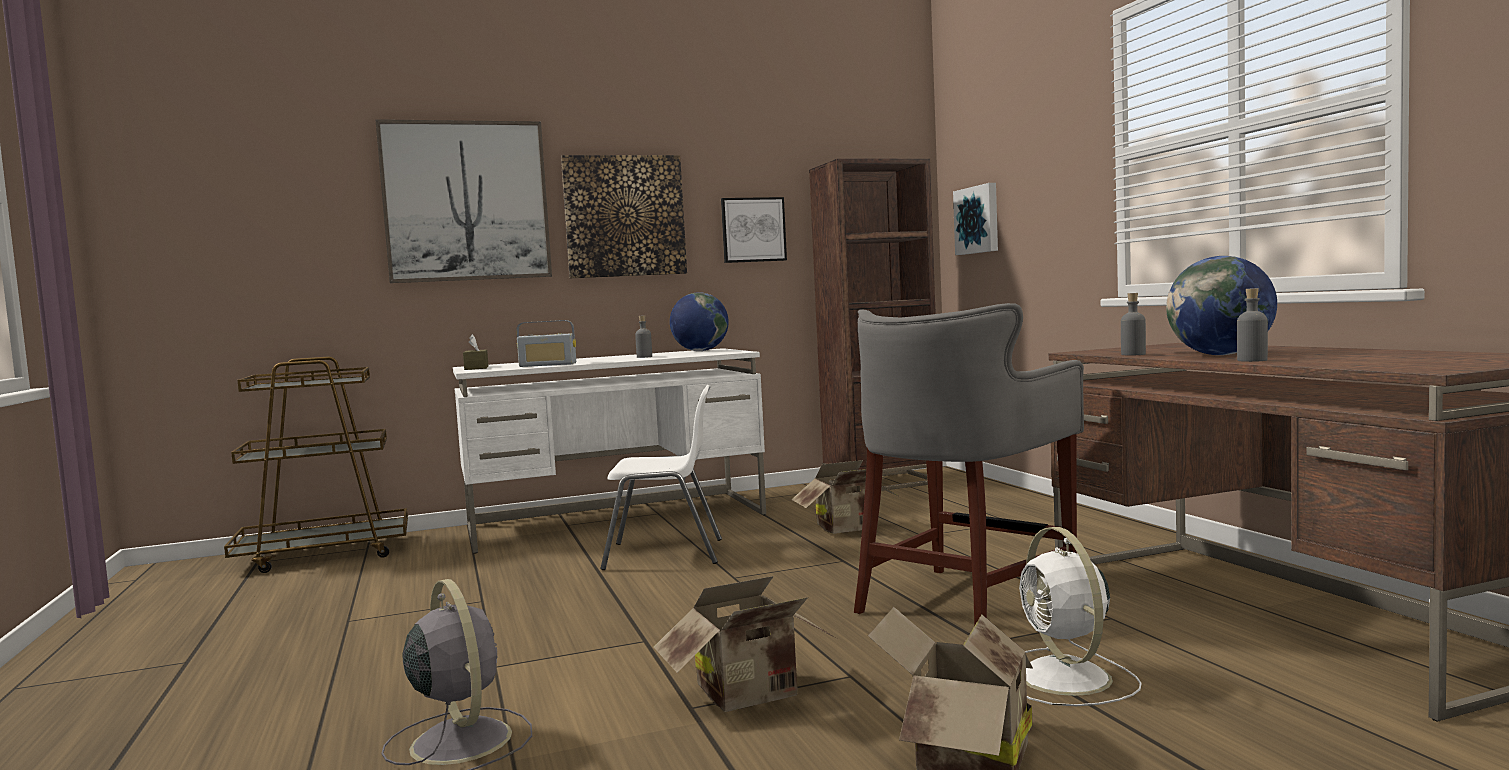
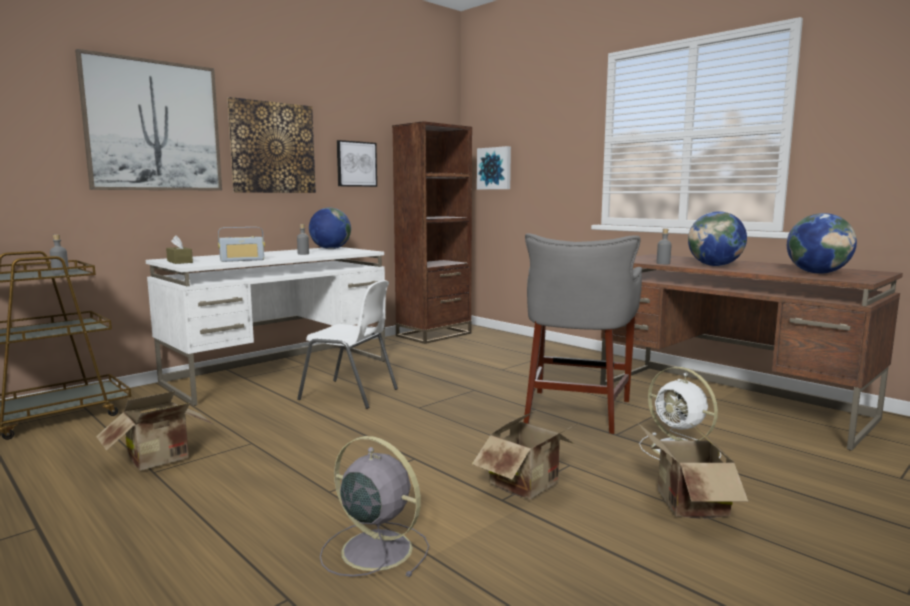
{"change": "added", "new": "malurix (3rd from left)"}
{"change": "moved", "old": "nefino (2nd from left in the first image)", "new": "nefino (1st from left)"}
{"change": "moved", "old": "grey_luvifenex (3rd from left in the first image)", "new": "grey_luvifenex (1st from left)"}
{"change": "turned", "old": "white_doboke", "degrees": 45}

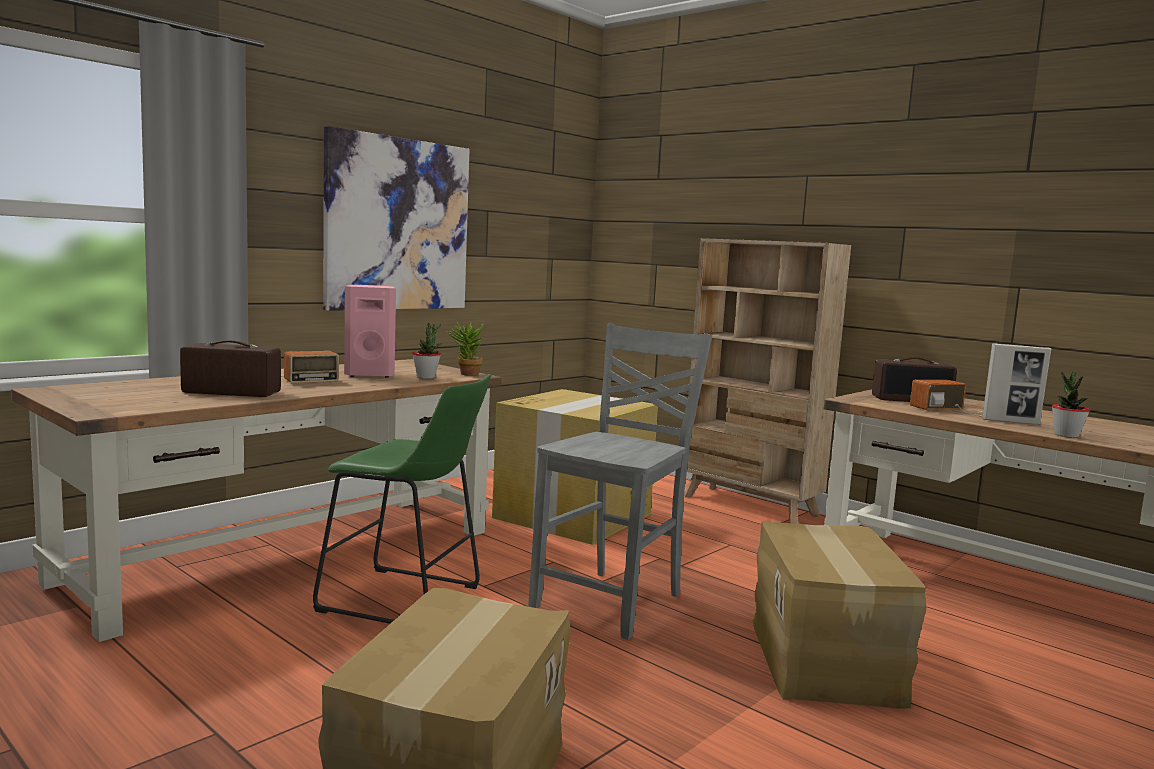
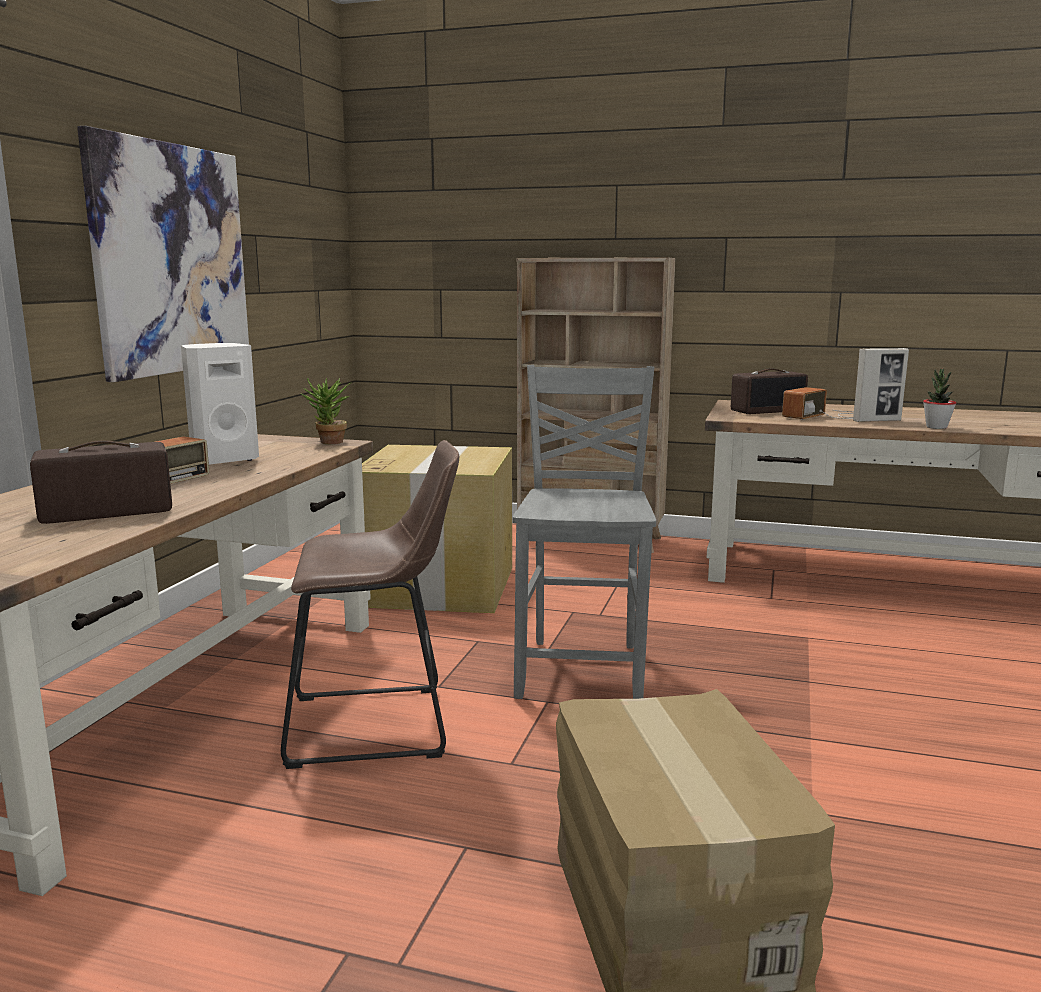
{"change": "removed", "old": "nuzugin (1st from left)"}
{"change": "removed", "old": "nefino (3rd from left)"}
{"change": "recoloured", "old": "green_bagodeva", "new": "brown_bagodeva"}
{"change": "recoloured", "old": "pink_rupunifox", "new": "white_rupunifox"}

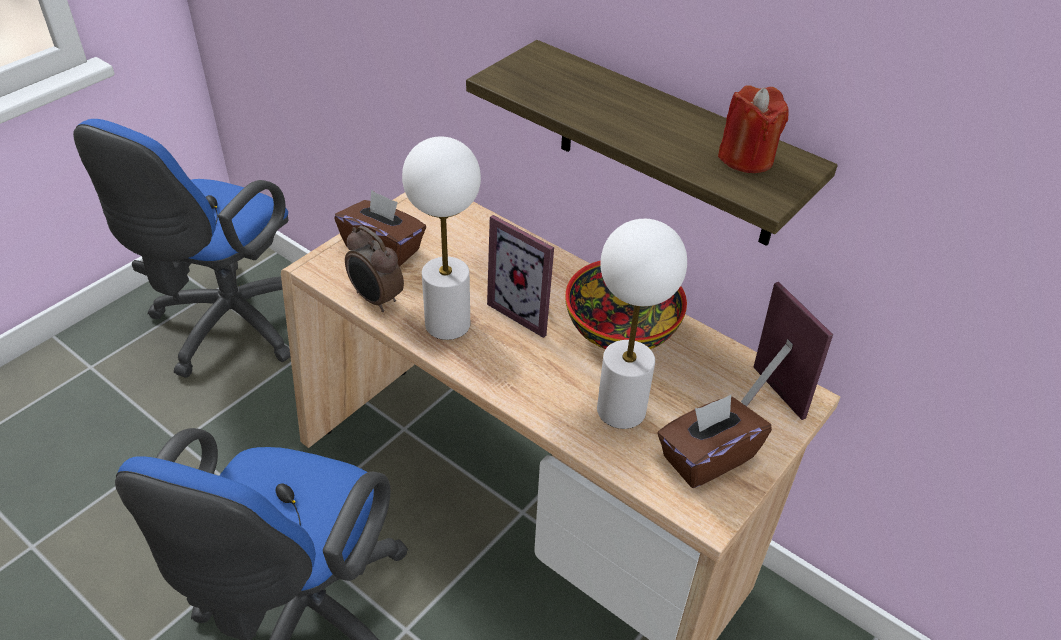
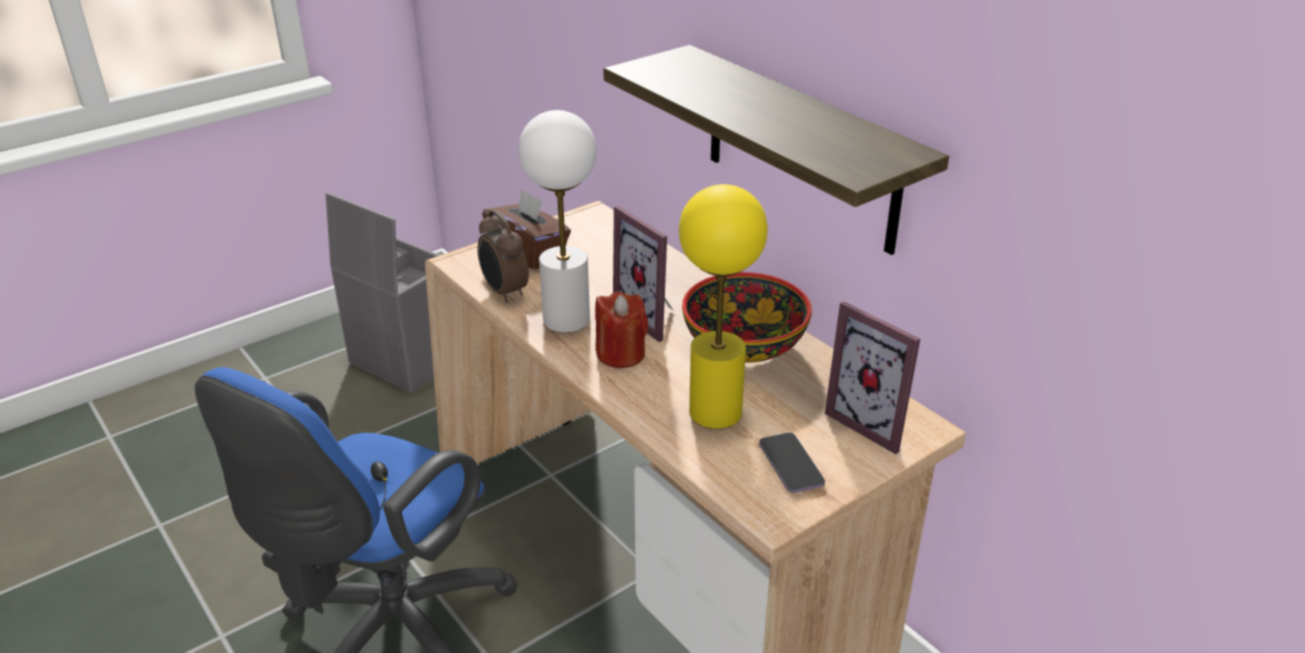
{"change": "moved", "old": "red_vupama"}
{"change": "replaced", "old": "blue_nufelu (1st from left)", "new": "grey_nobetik"}
{"change": "replaced", "old": "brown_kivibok (2nd from left)", "new": "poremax"}
{"change": "recoloured", "old": "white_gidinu (2nd from left)", "new": "yellow_gidinu"}
{"change": "turned", "old": "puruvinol (2nd from left)", "degrees": 150}

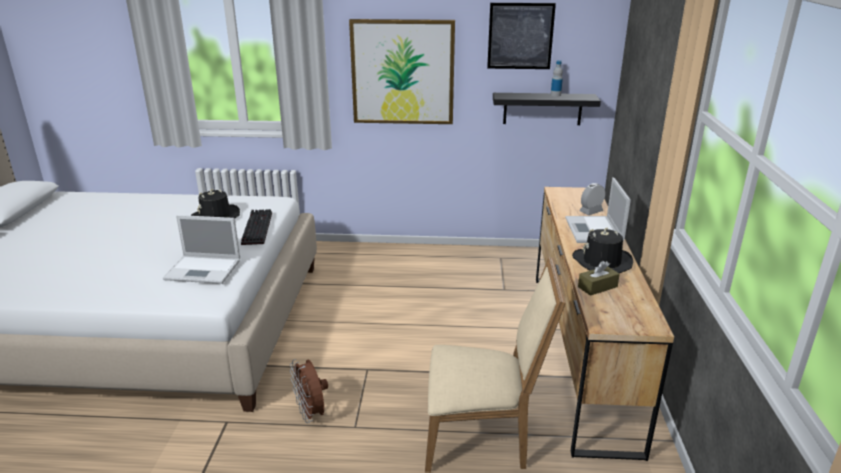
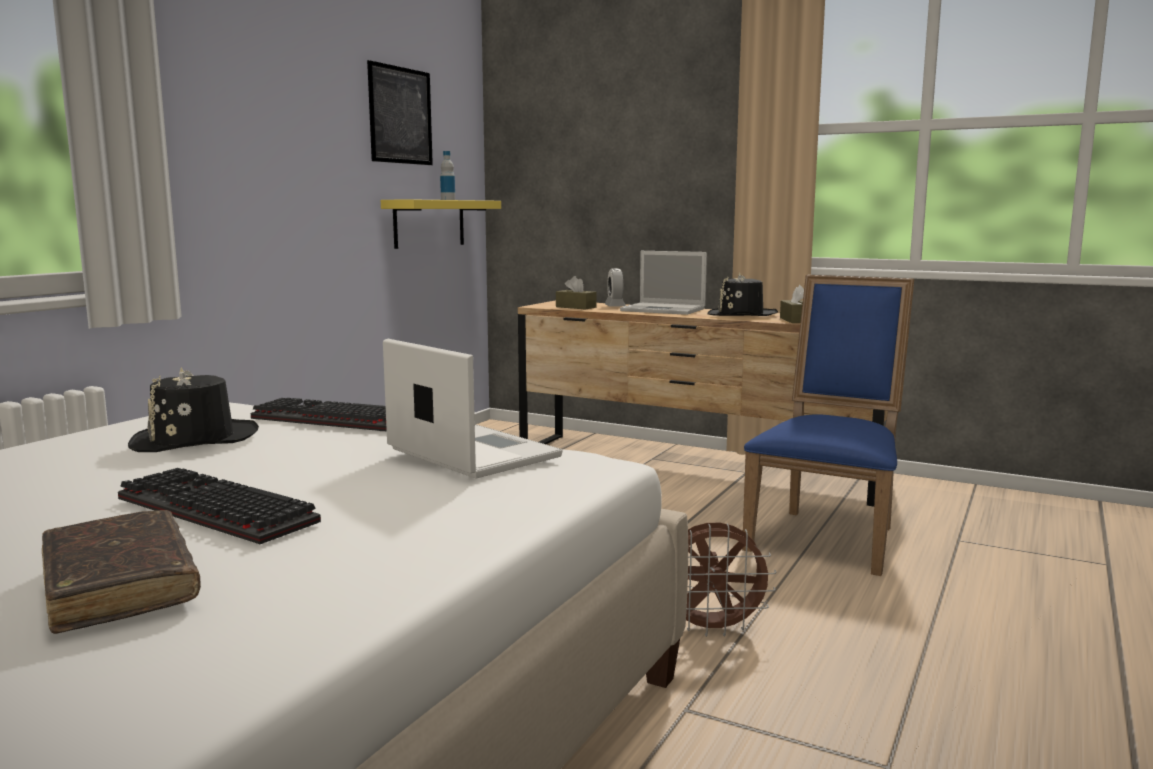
{"change": "removed", "old": "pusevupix (1st from left)"}
{"change": "added", "new": "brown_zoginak"}
{"change": "added", "new": "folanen (1st from left)"}
{"change": "added", "new": "brown_kivibok (1st from left)"}
{"change": "recoloured", "old": "beige_doboke", "new": "blue_doboke"}
{"change": "recoloured", "old": "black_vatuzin", "new": "yellow_vatuzin"}
{"change": "turned", "old": "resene (1st from left)", "degrees": -75}

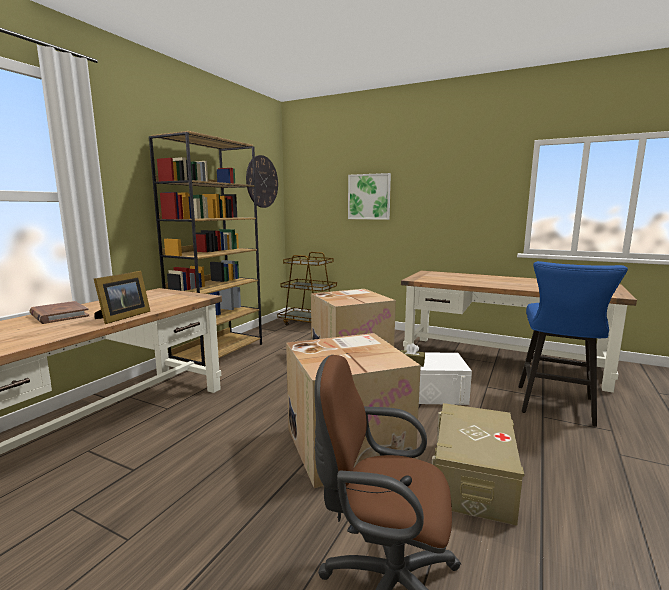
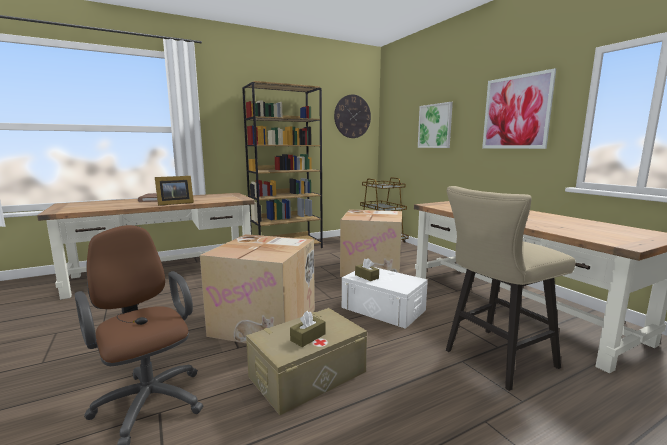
{"change": "added", "new": "brown_kivibok (1st from left)"}
{"change": "added", "new": "pusevupix (2nd from left)"}
{"change": "recoloured", "old": "blue_bagodeva", "new": "beige_bagodeva"}

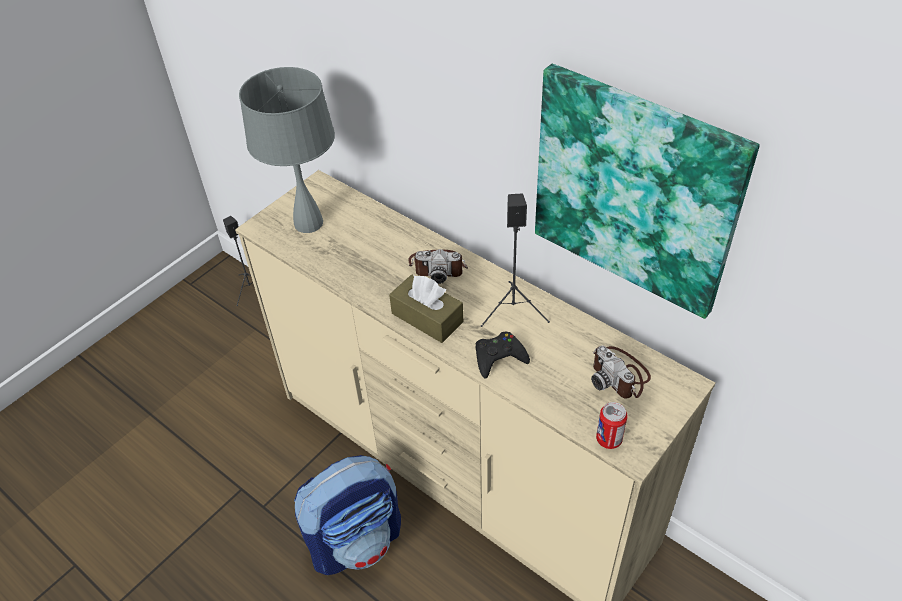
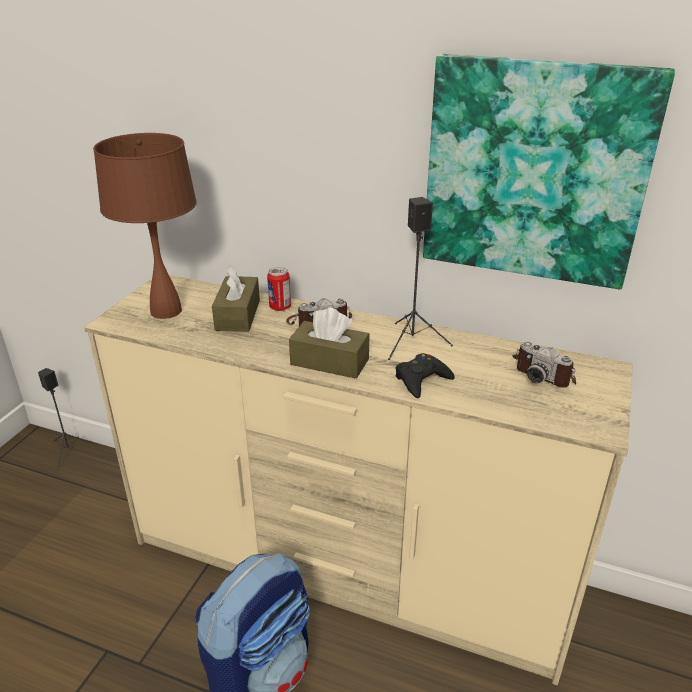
{"change": "added", "new": "brown_kivibok (1st from left)"}
{"change": "moved", "old": "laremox"}
{"change": "recoloured", "old": "grey_gidinu", "new": "brown_gidinu"}

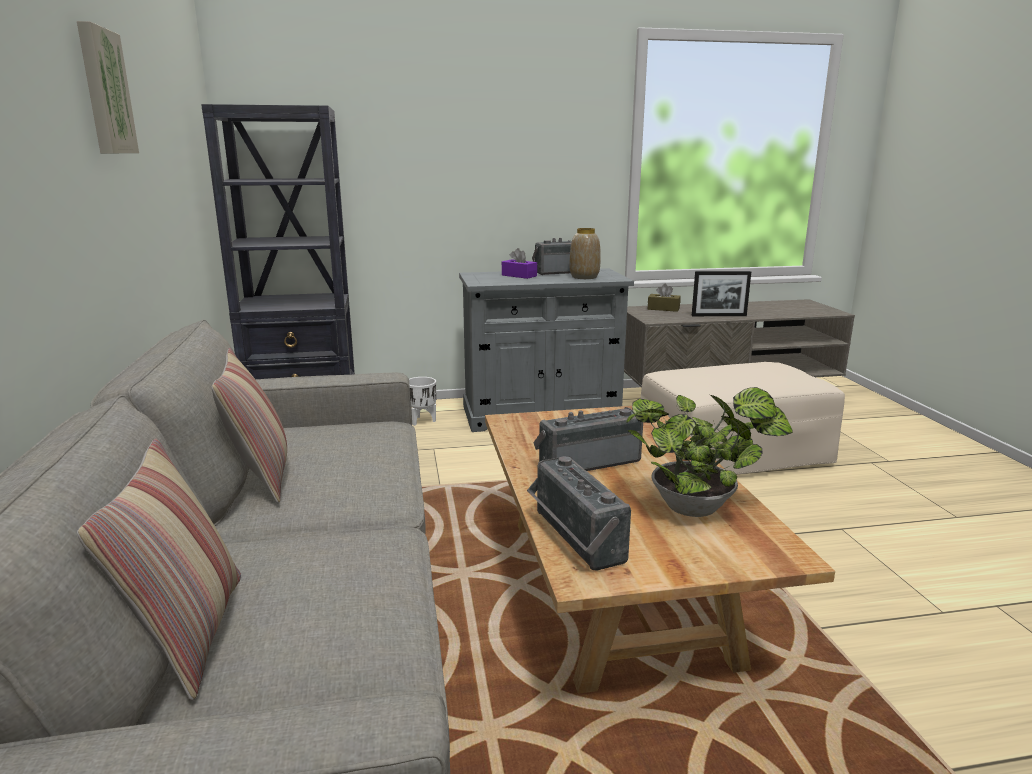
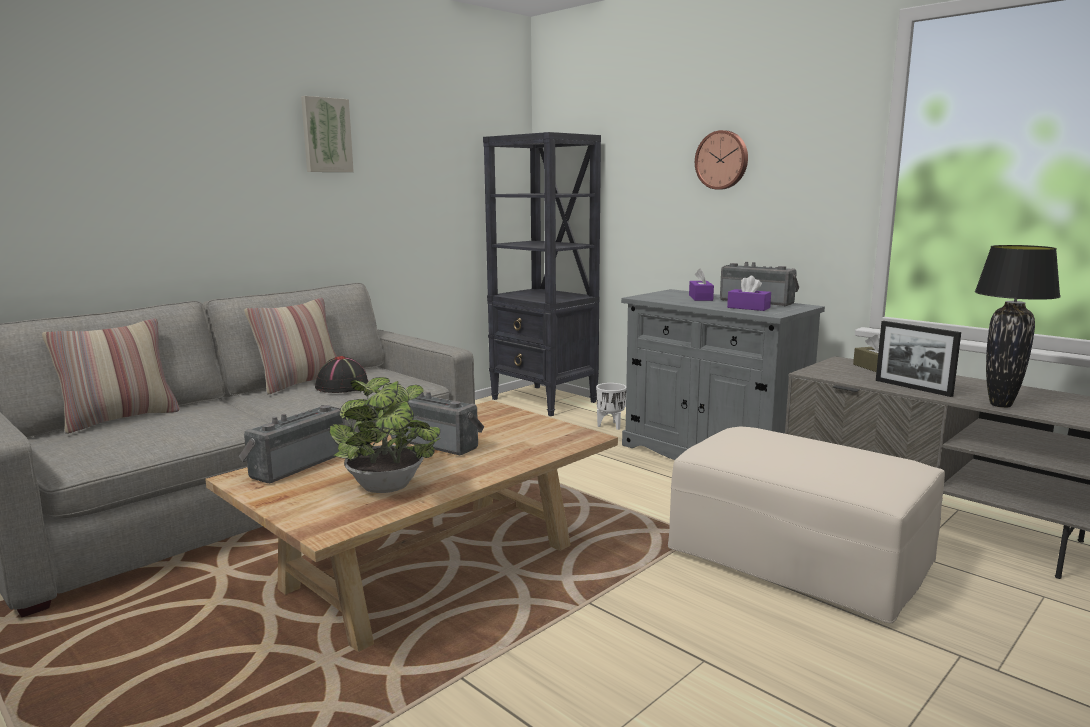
{"change": "added", "new": "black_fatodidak"}
{"change": "added", "new": "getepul"}
{"change": "added", "new": "black_gidinu"}
{"change": "replaced", "old": "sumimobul", "new": "purple_kivibok (2nd from left)"}

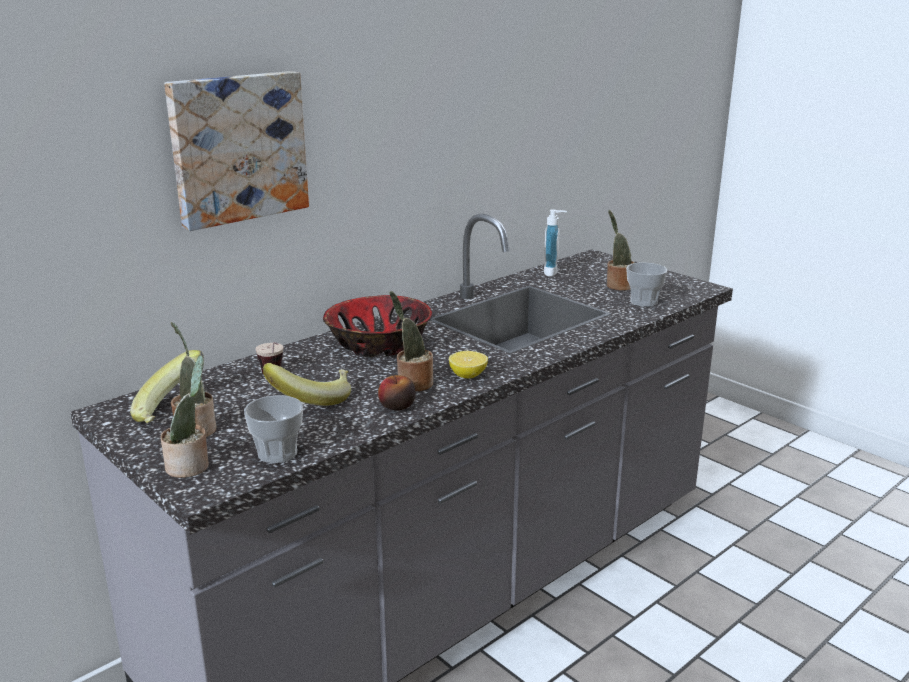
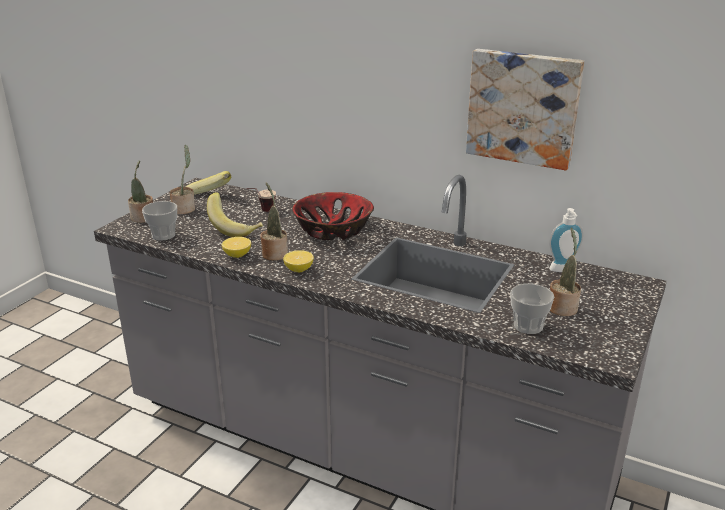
{"change": "moved", "old": "pusevupix"}
{"change": "replaced", "old": "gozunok", "new": "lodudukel (1st from left)"}

